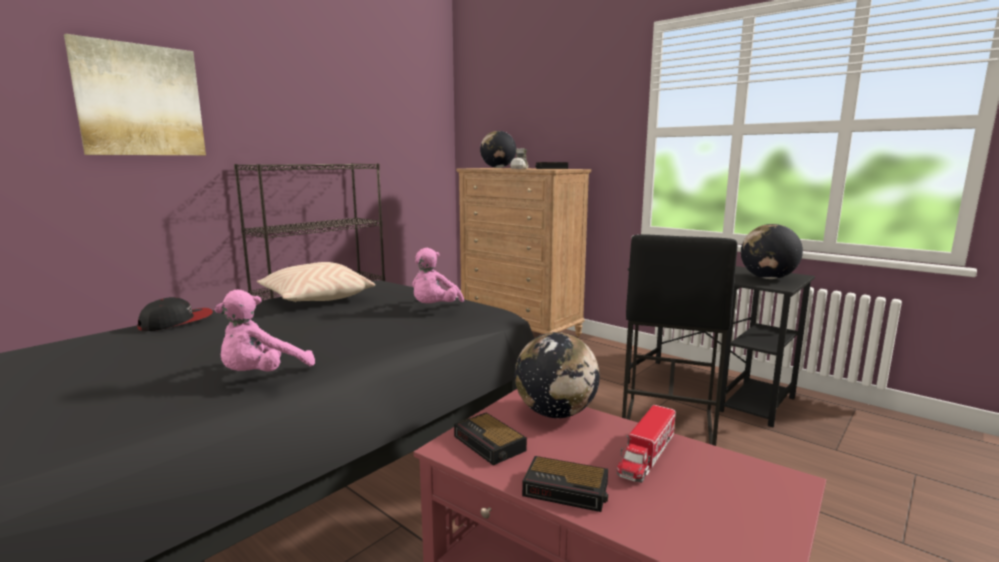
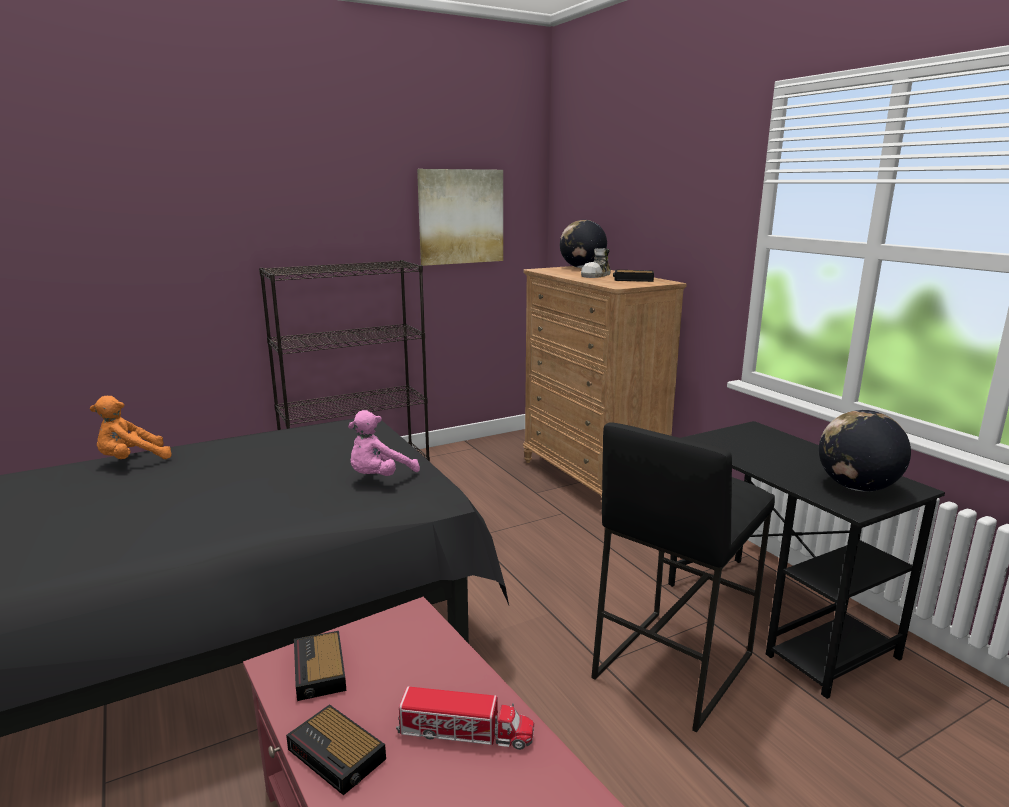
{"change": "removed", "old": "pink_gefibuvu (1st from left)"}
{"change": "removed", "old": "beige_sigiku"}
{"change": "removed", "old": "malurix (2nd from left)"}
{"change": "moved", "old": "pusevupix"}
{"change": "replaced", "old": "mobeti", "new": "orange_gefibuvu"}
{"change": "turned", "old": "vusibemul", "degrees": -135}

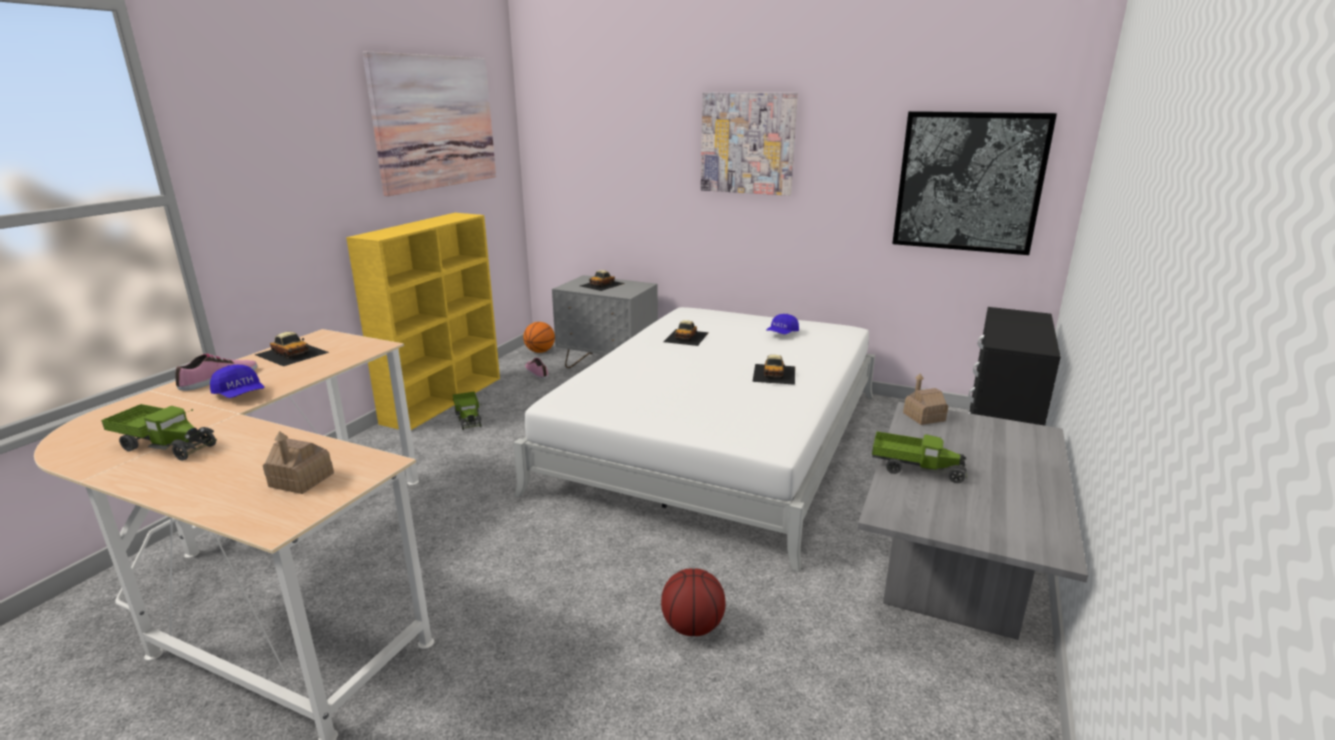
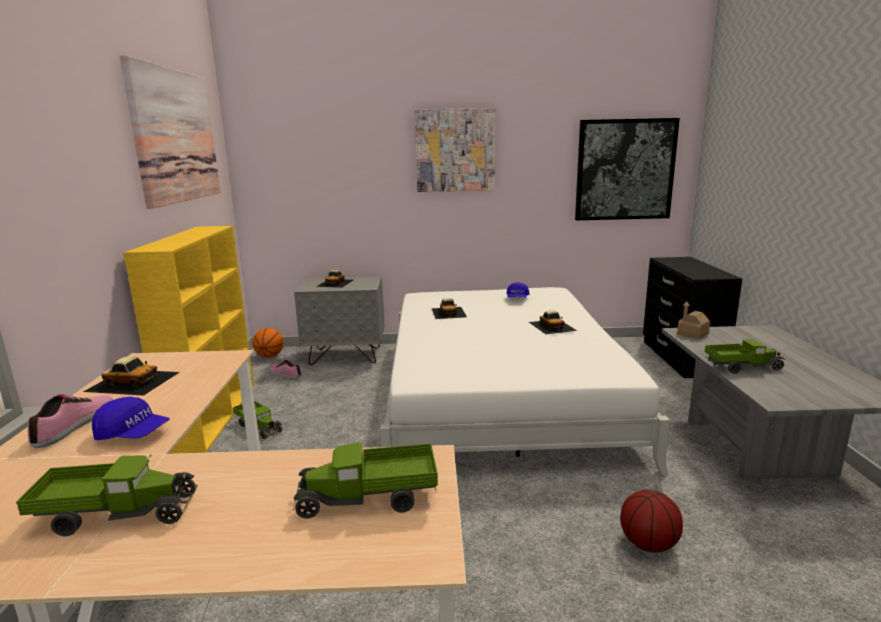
{"change": "replaced", "old": "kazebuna (1st from left)", "new": "vusibemul (3rd from left)"}

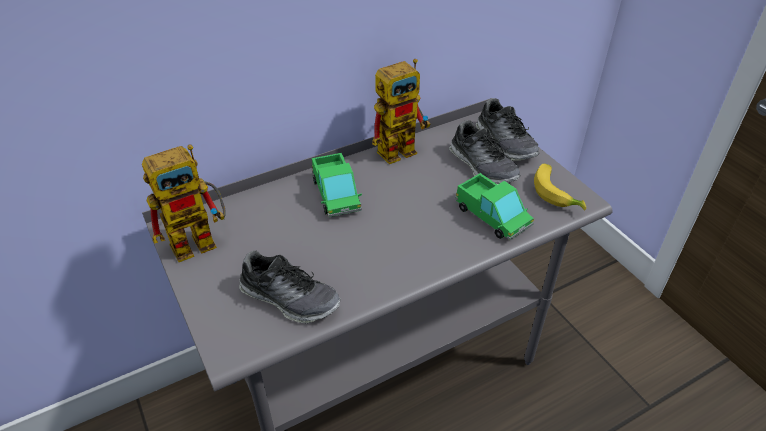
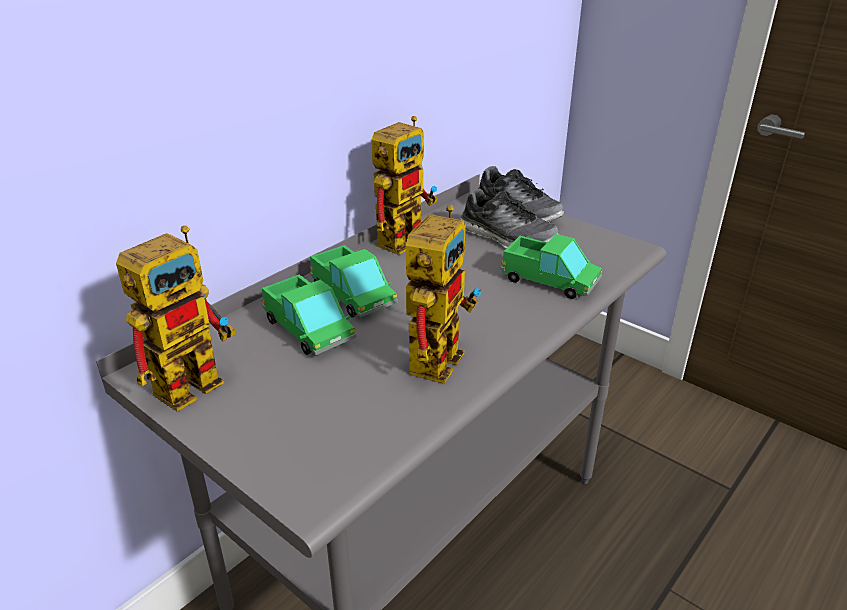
{"change": "removed", "old": "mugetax (1st from left)"}
{"change": "removed", "old": "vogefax"}
{"change": "added", "new": "vusibemul (1st from left)"}
{"change": "added", "new": "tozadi (3rd from left)"}

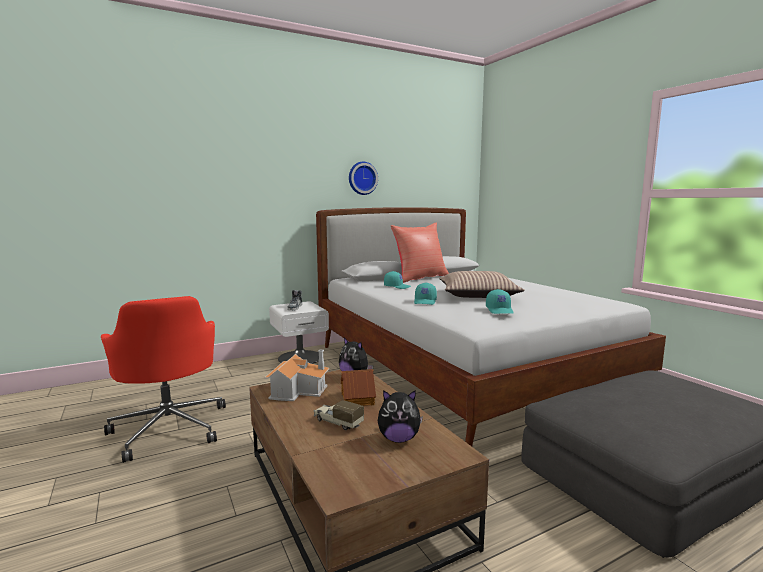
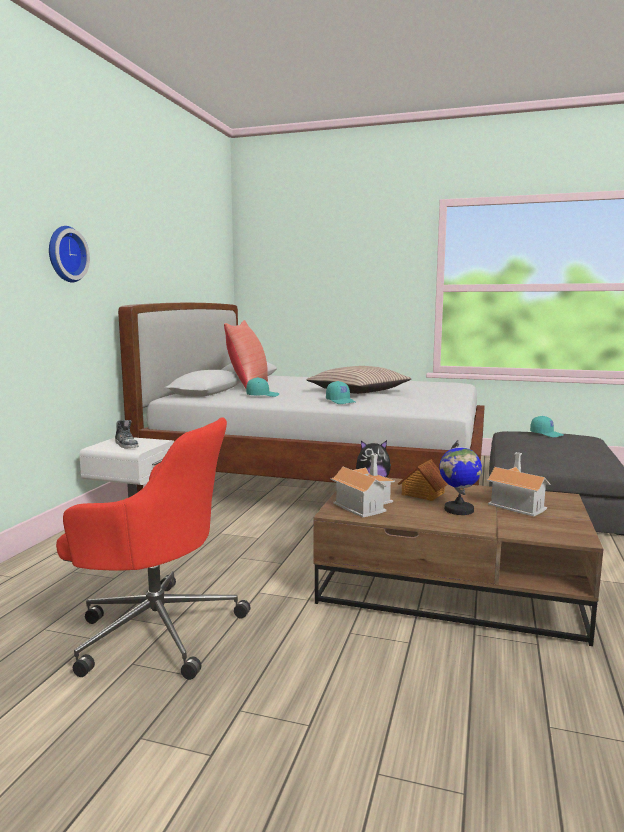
{"change": "moved", "old": "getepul"}
{"change": "moved", "old": "turquoise_mobeti (3rd from left)"}
{"change": "replaced", "old": "vusibemul", "new": "malurix"}
{"change": "replaced", "old": "gefibuvu (2nd from left)", "new": "kazebuna (3rd from left)"}

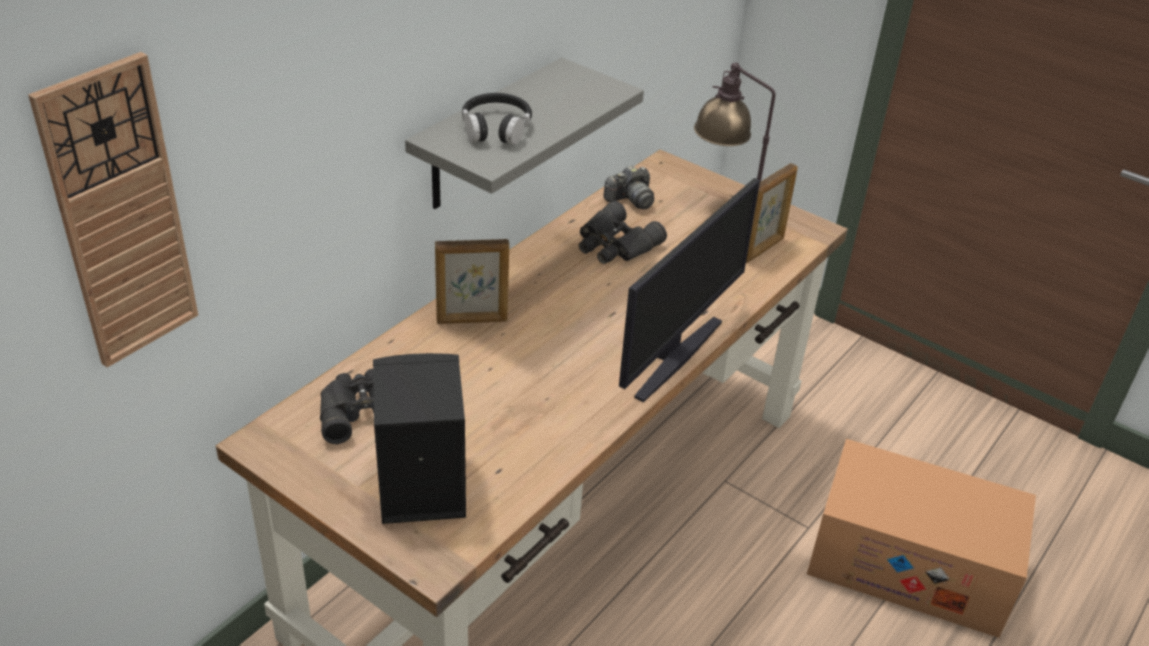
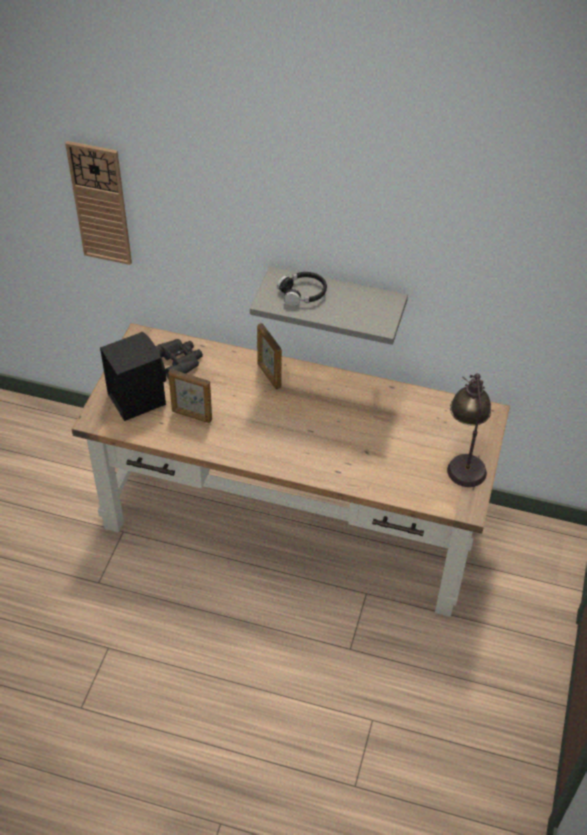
{"change": "removed", "old": "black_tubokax (2nd from left)"}
{"change": "removed", "old": "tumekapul"}
{"change": "removed", "old": "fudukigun"}
{"change": "removed", "old": "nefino"}
{"change": "moved", "old": "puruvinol (2nd from left in the first image)", "new": "puruvinol (1st from left)"}

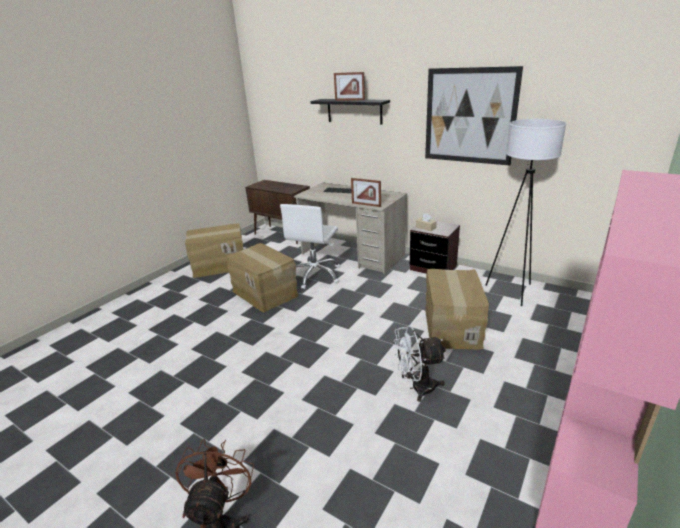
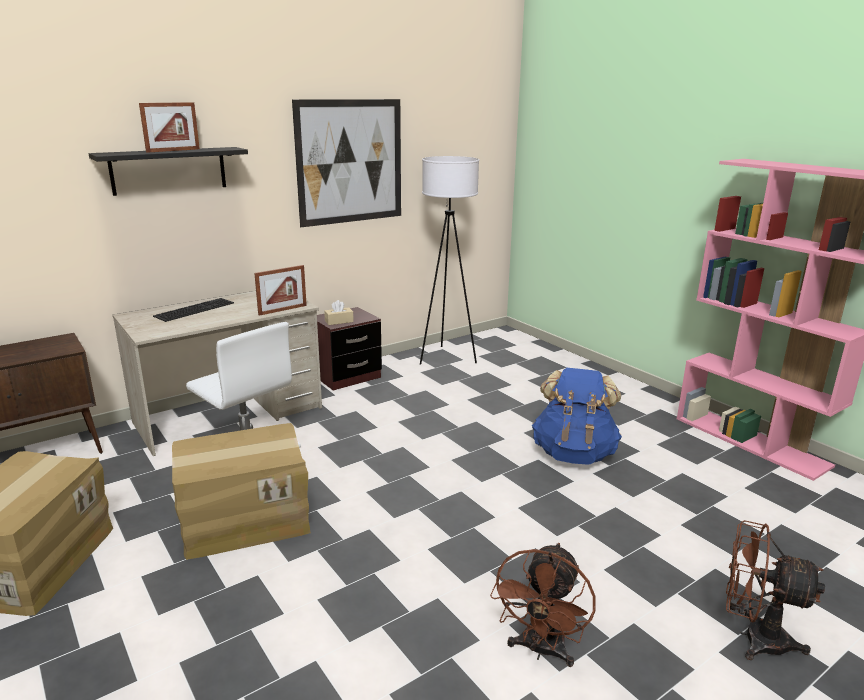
{"change": "removed", "old": "nefino (3rd from left)"}
{"change": "added", "new": "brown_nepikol (1st from left)"}
{"change": "replaced", "old": "white_nepikol", "new": "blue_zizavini"}

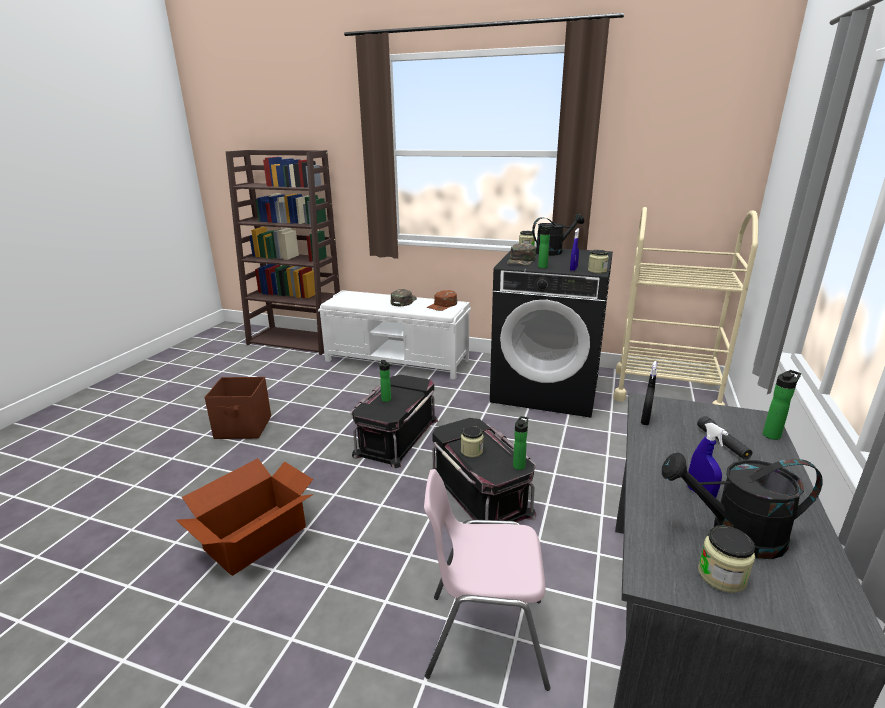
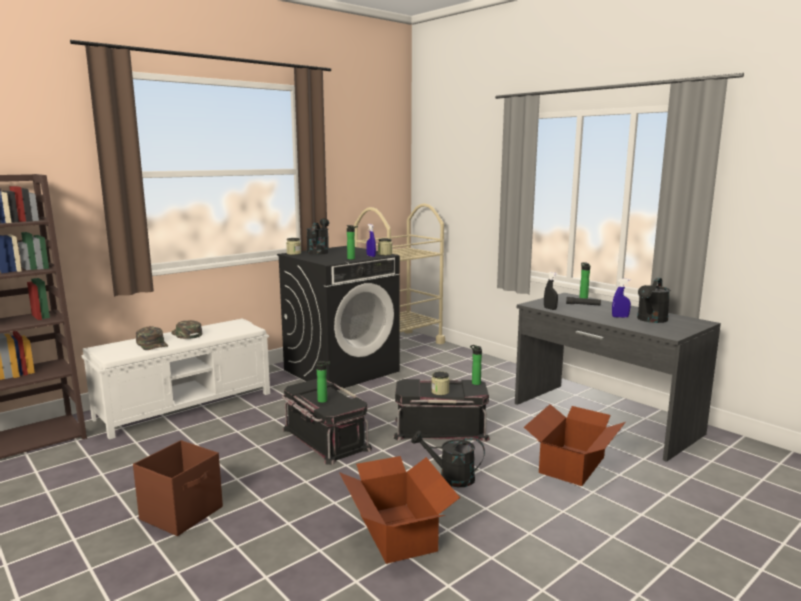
{"change": "removed", "old": "brown_mobeti"}
{"change": "removed", "old": "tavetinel (4th from left)"}
{"change": "added", "new": "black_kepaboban (2nd from left)"}
{"change": "moved", "old": "green_mobeti (2nd from left in the first image)", "new": "green_mobeti (1st from left)"}
{"change": "replaced", "old": "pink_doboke", "new": "nefino (2nd from left)"}

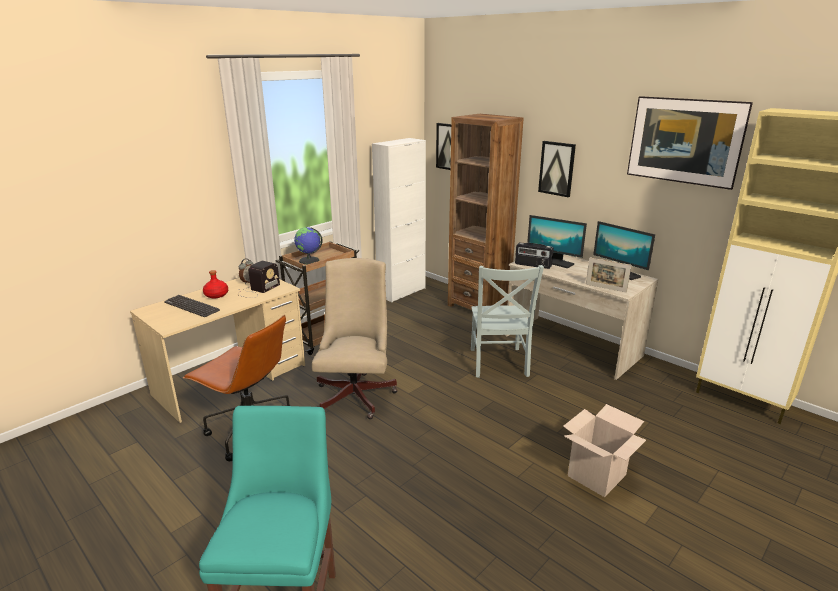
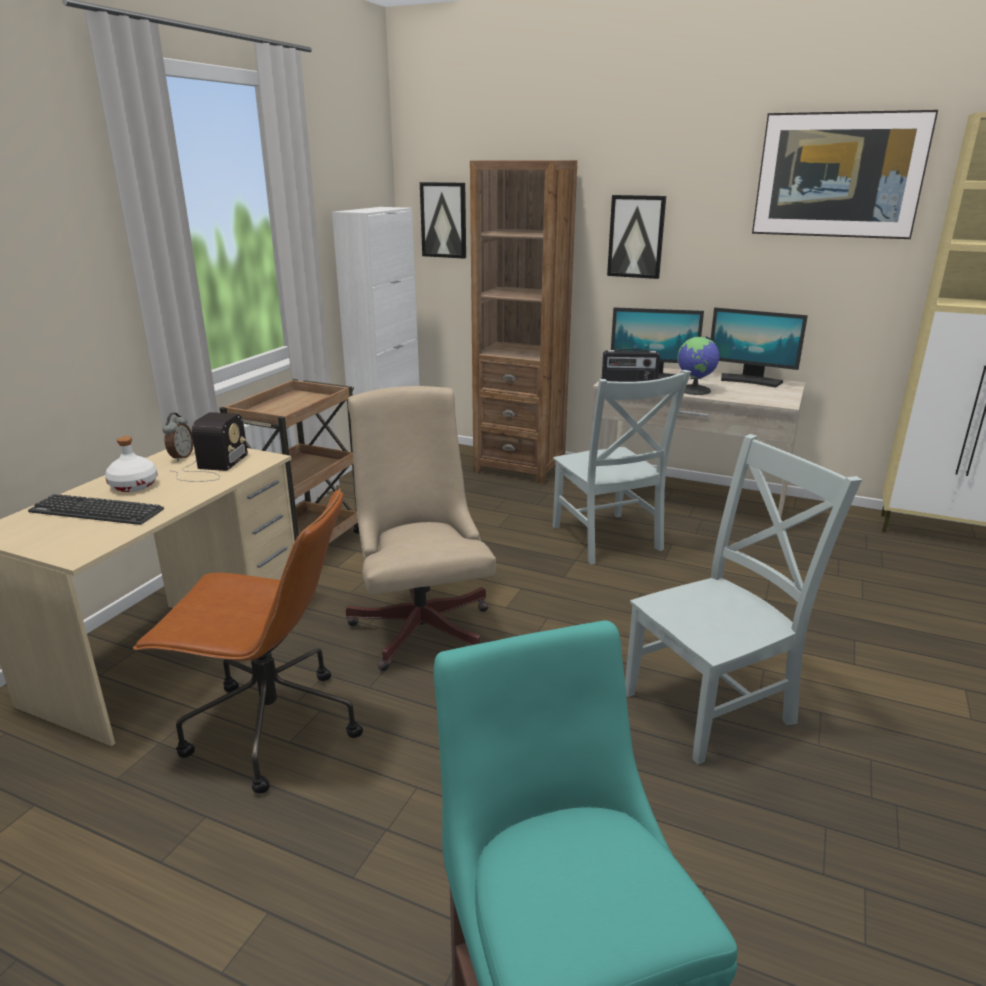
{"change": "removed", "old": "nefino"}
{"change": "removed", "old": "puruvinol"}
{"change": "added", "new": "grey_doboke (2nd from left)"}
{"change": "moved", "old": "malurix"}
{"change": "recoloured", "old": "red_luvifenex", "new": "white_luvifenex"}

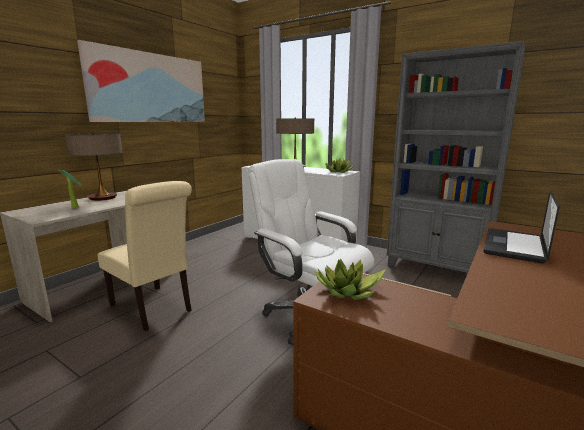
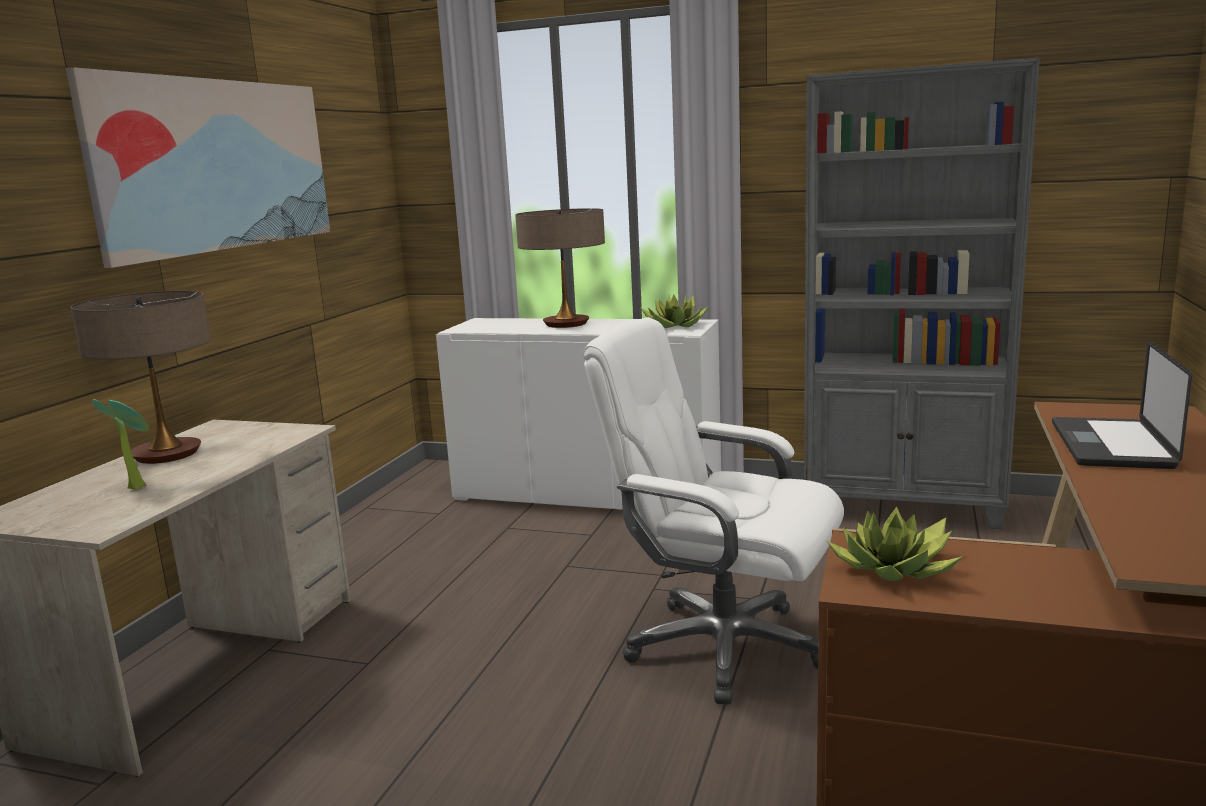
{"change": "removed", "old": "beige_doboke"}

